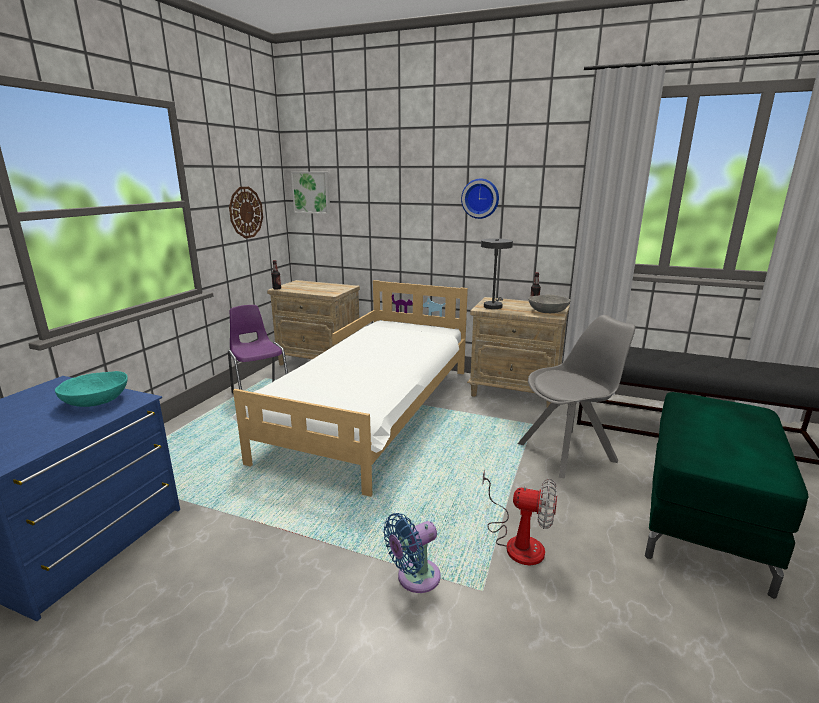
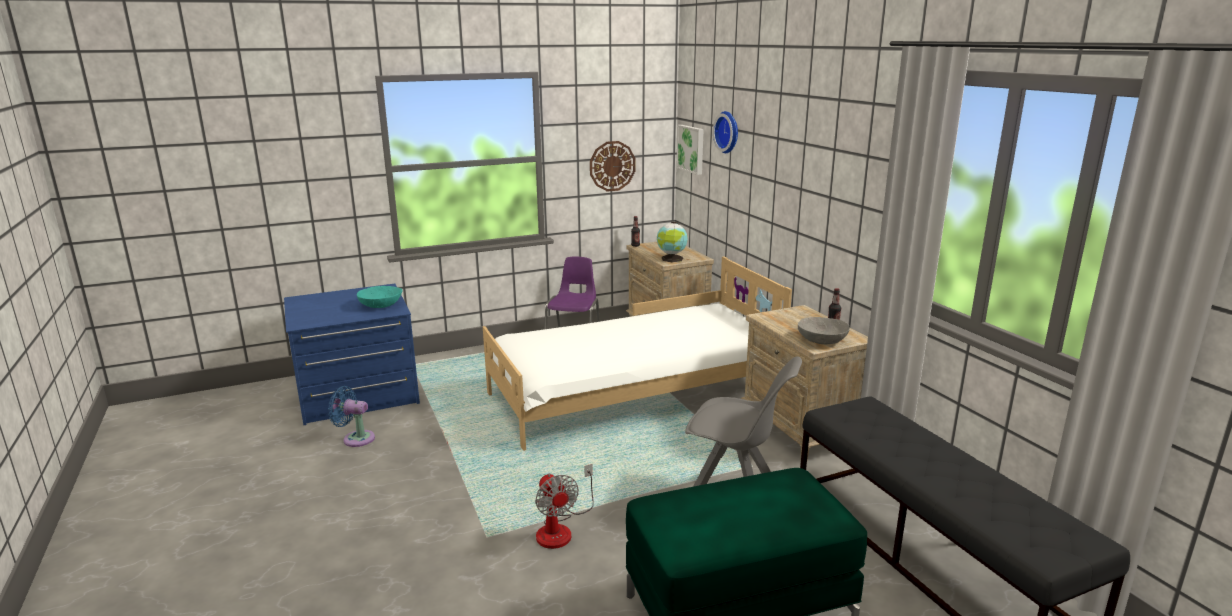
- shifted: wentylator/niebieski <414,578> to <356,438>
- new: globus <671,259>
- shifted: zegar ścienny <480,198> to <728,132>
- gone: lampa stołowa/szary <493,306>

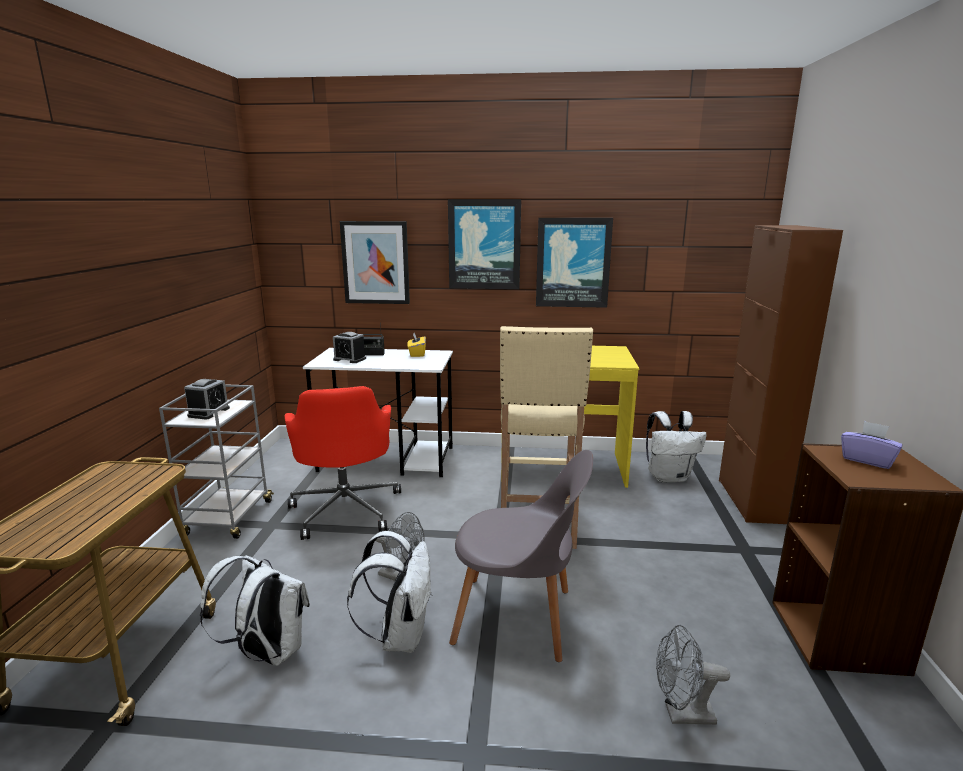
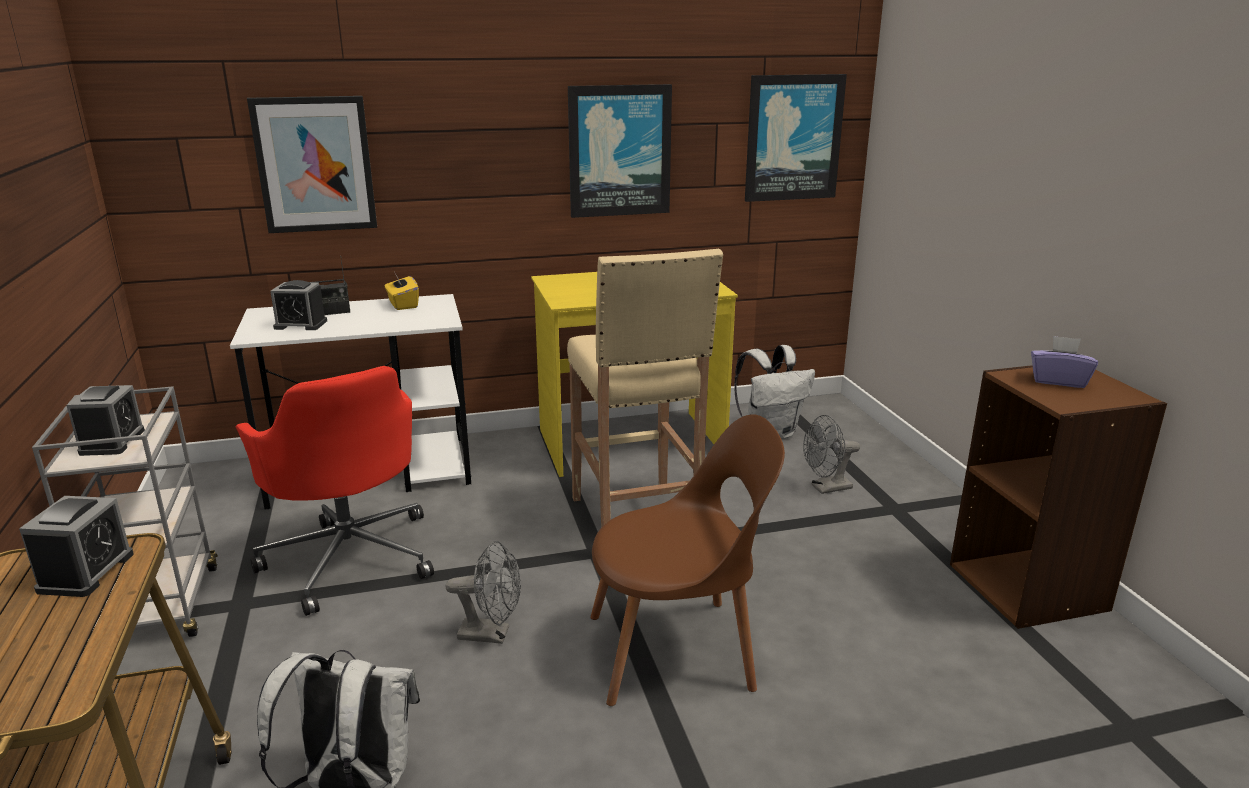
- new: budzik <86,572>
- repainted: krzesło/szary <519,618> to krzesło/brązowy <678,650>
- shifted: obraz <484,244> to <793,138>
- shifted: wentylator/szary <682,714> to <826,488>
- gone: plecak/biały <400,636>
- gone: szafka/brązowy <750,500>

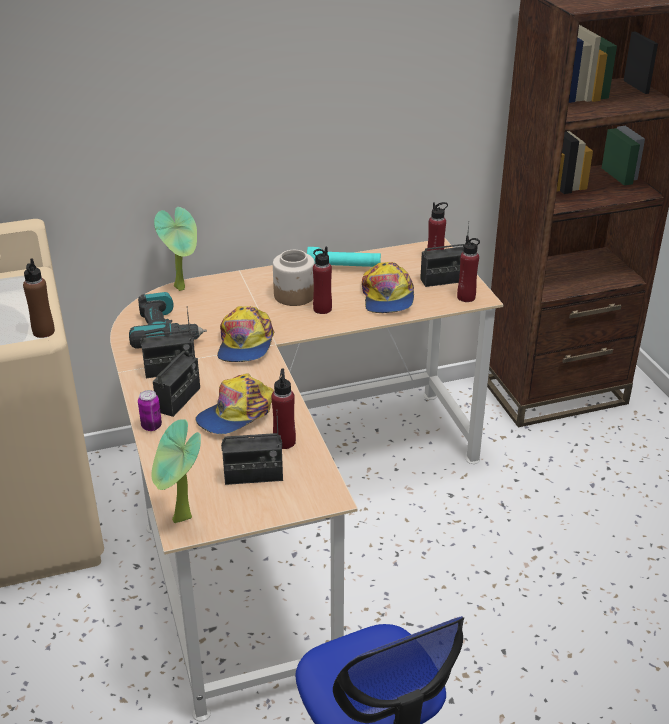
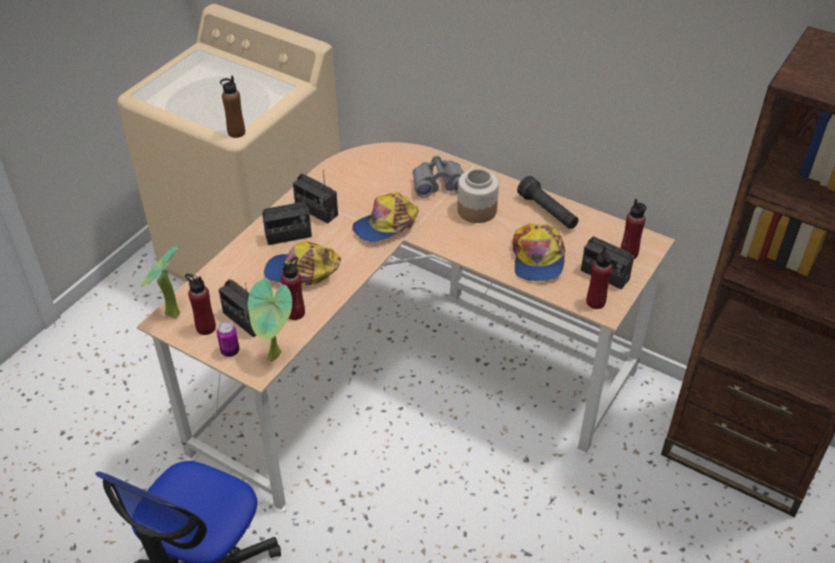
- shifted: butelka/czerwony <322,309> to <206,327>
- shifted: puszka <151,426> to <230,351>
- shifted: roślina doniczkowa <183,287> to <275,358>
- new: lornetka/szary <439,183>
- rotated: czapka z daszkiem <387,297> = <537,258> 45 degrees counterclockwise
- repainted: latarka/turkusowy <343,268> to latarka/czarny <547,212>
- gone: wiertarka <166,331>

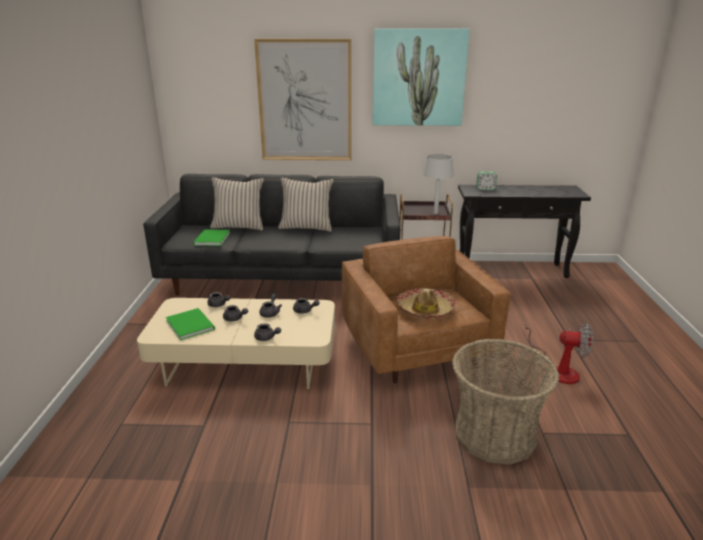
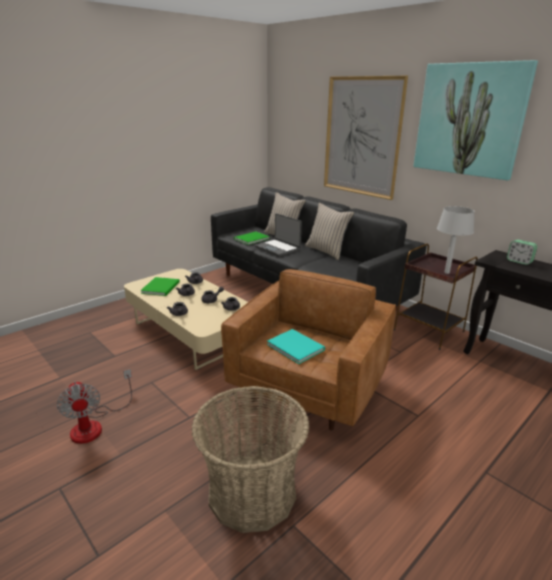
- shifted: wentylator <557,370> to <95,425>
- new: laptop <278,248>
- swapped: kapelusz <425,309> to książka/turkusowy <295,346>

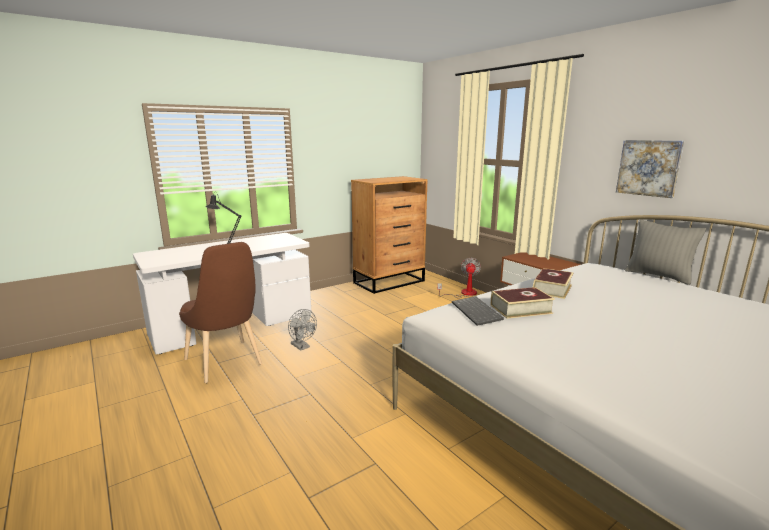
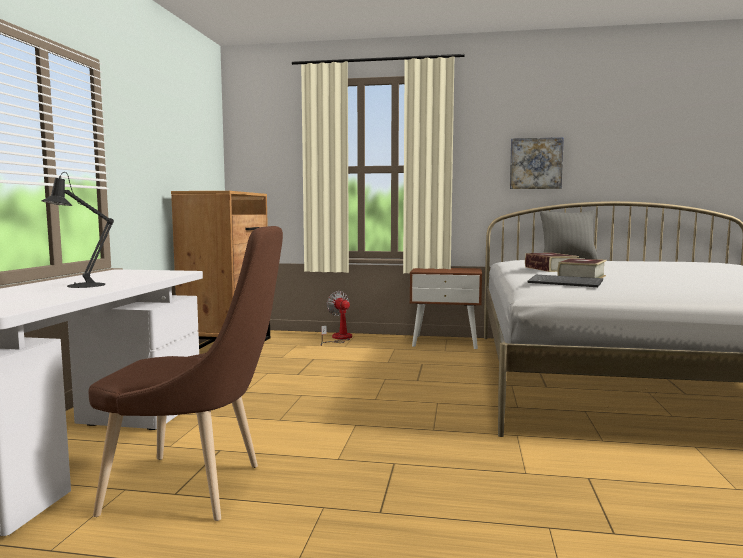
- gone: wentylator/szary <302,347>

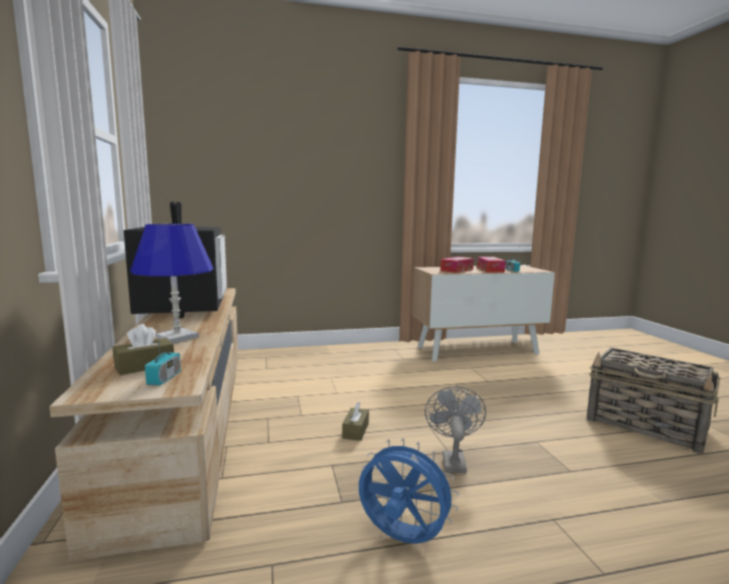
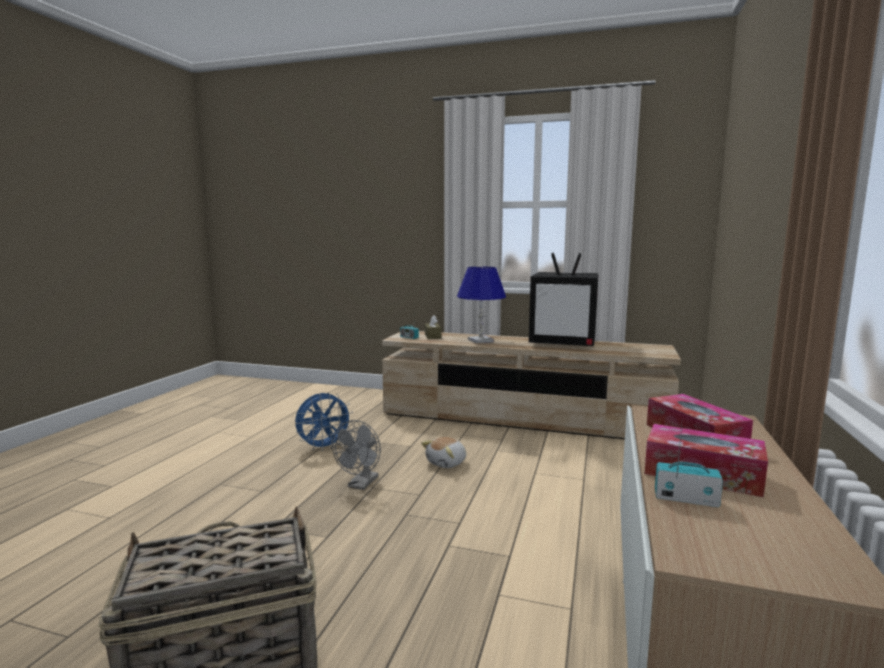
- rotated: wentylator/szary <452,459> = <361,485> 75 degrees clockwise
- swapped: pudełko chusteczek/brązowy <355,430> to pluszak <447,463>

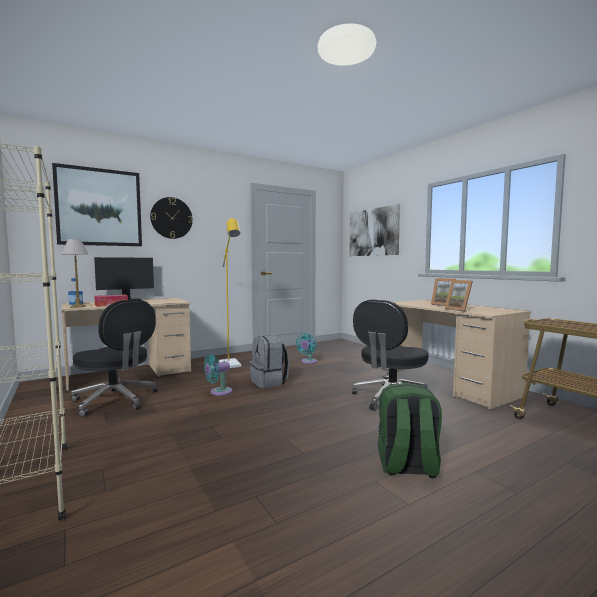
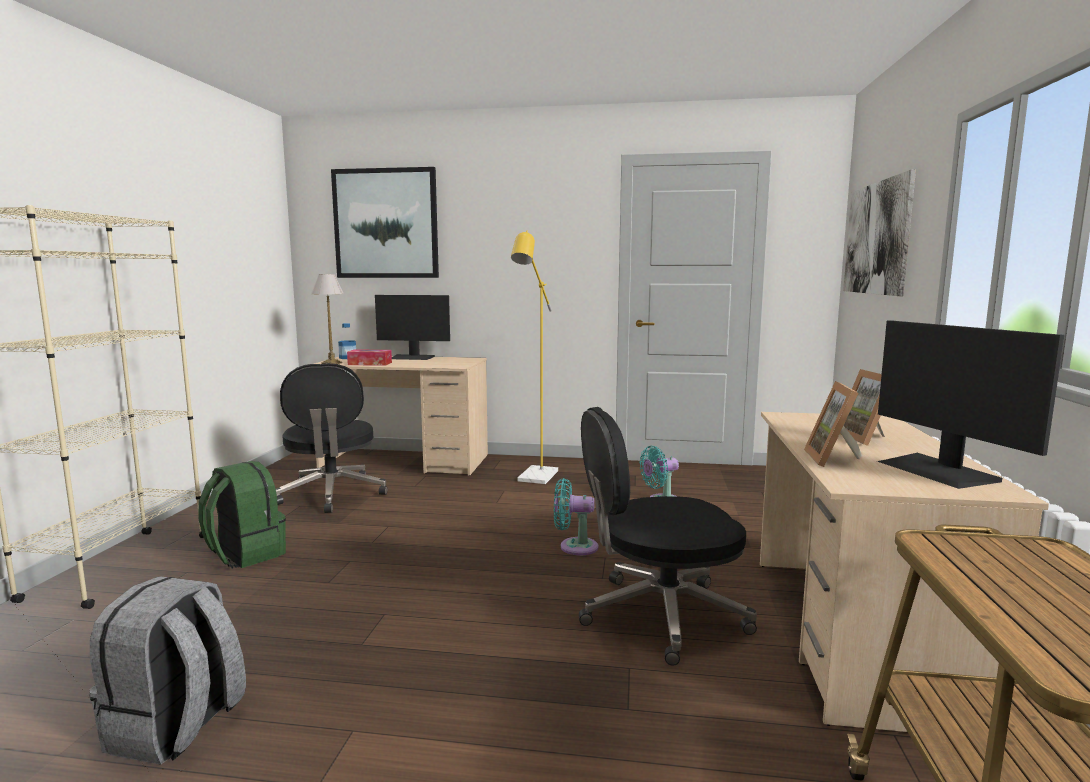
- shifted: plecak/szary <269,382> to <177,728>
- shifted: plecak/zielony <407,466> to <245,554>
- shifted: wentylator/turkusowy <218,392> to <574,547>
- new: monitor <939,471>
- gone: zegar ścienny <171,218>

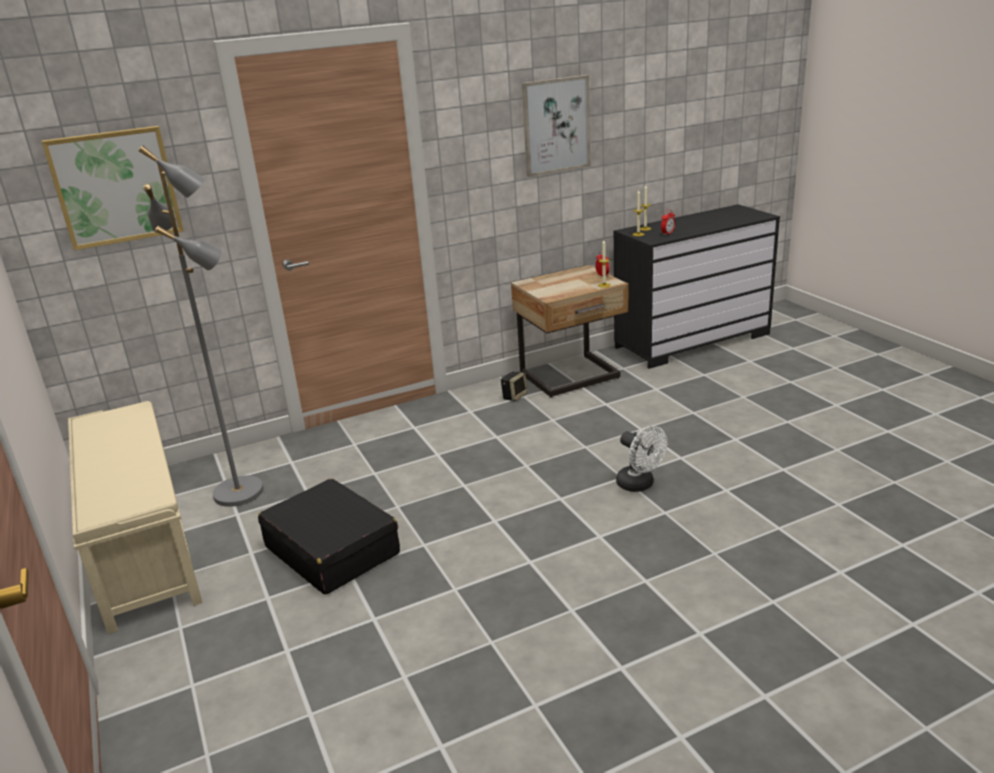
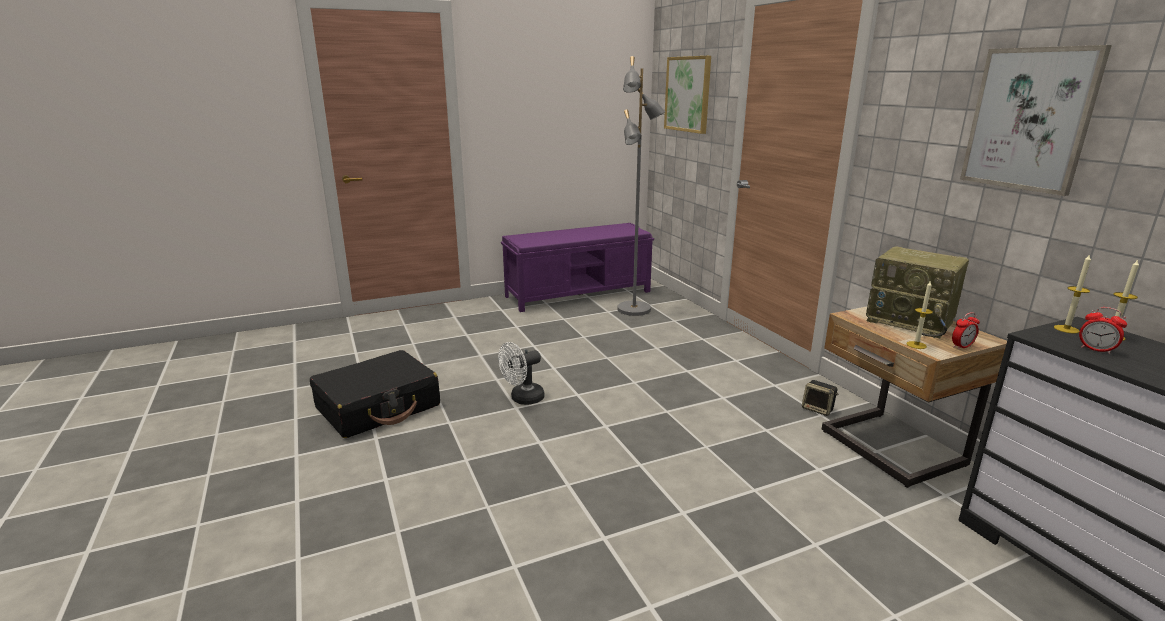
- shifted: walizka/czarny <332,550> to <379,407>
- shifted: wentylator/biały <639,485> to <522,399>
- repainted: ławka/beżowy <143,546> to ławka/fioletowy <579,294>
- new: radio <911,321>

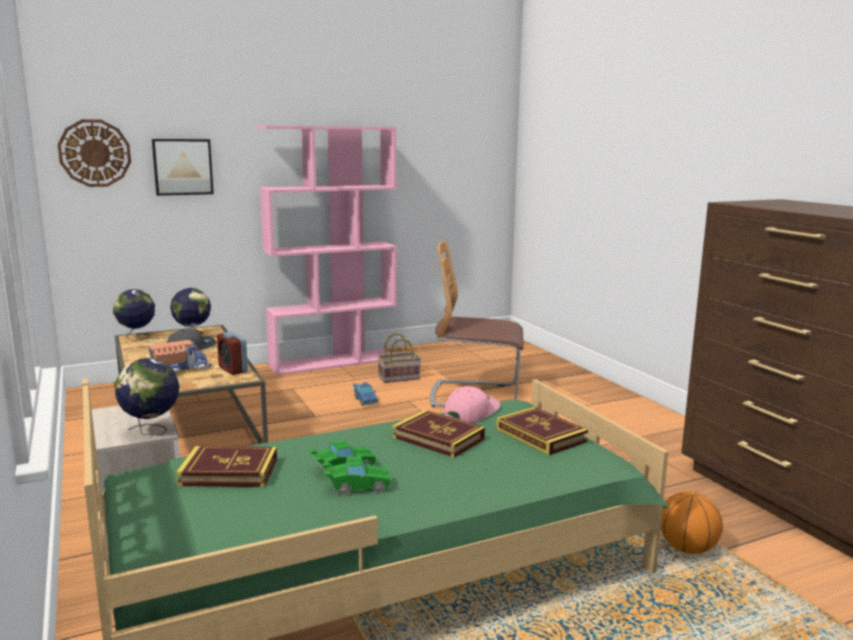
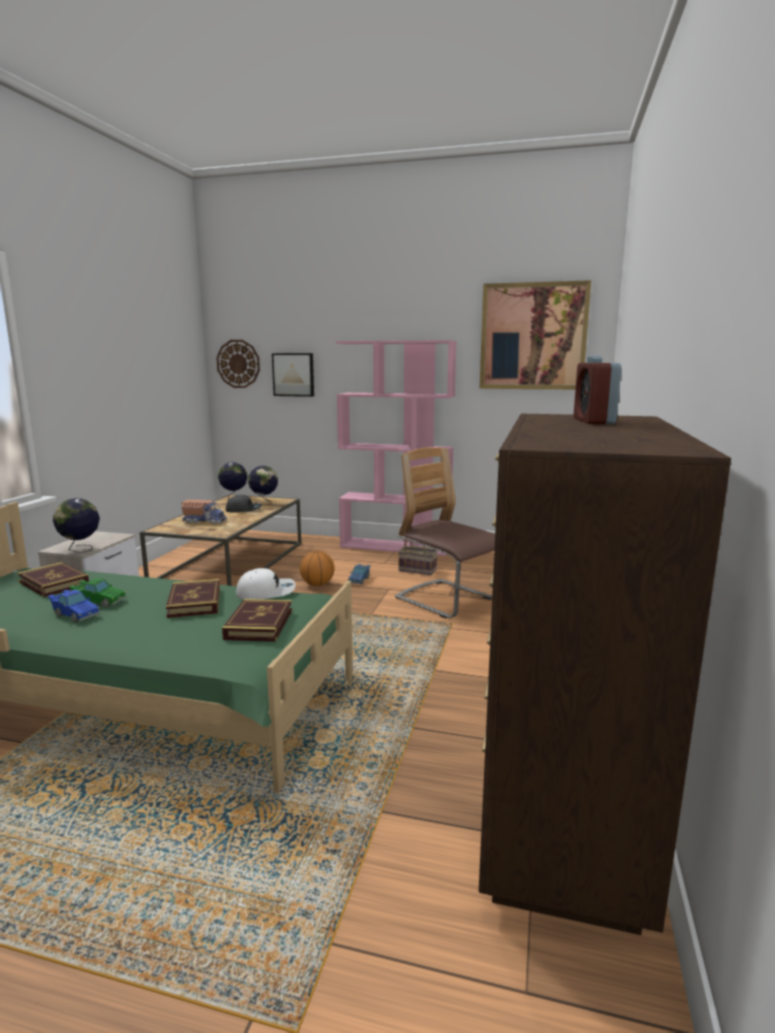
- repainted: samochodzik/zielony <357,487> to samochodzik/niebieski <74,614>
- repainted: czapka z daszkiem/różowy <471,411> to czapka z daszkiem/biały <266,592>
- shifted: piłka do koszykówki <687,548> to <317,584>
- new: obraz <533,336>
- shifted: budzik <233,369> to <593,421>

